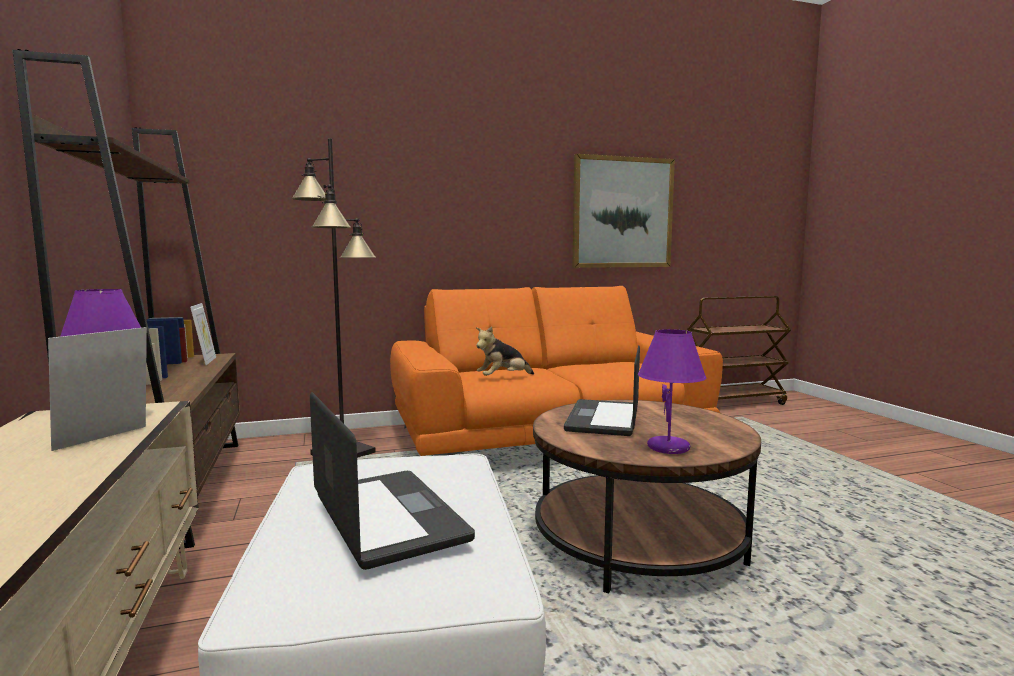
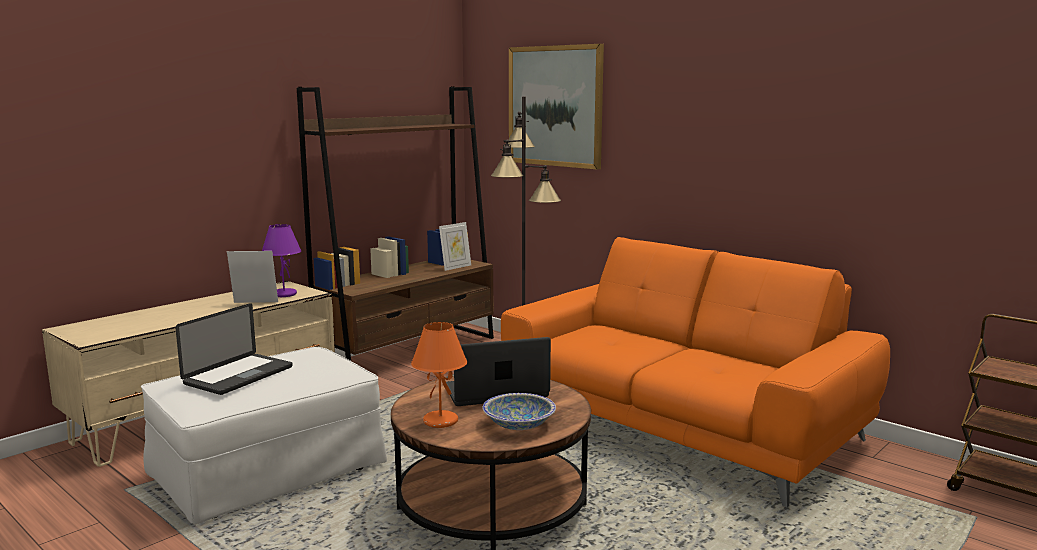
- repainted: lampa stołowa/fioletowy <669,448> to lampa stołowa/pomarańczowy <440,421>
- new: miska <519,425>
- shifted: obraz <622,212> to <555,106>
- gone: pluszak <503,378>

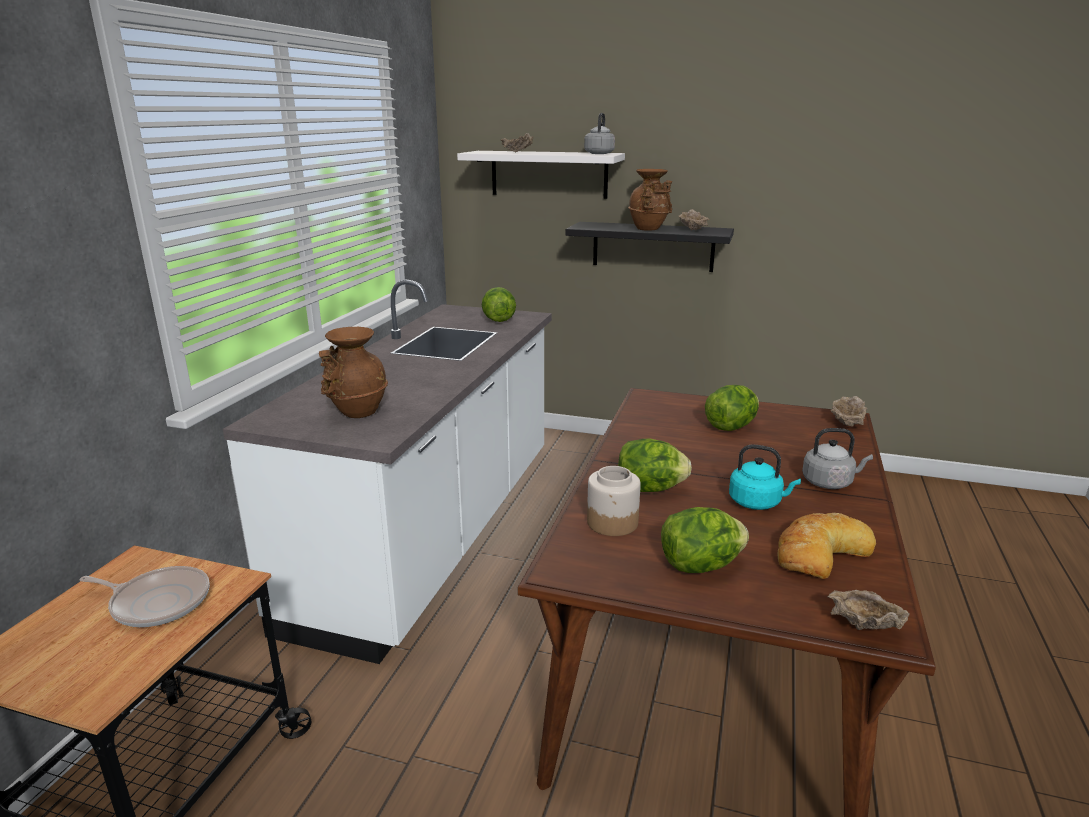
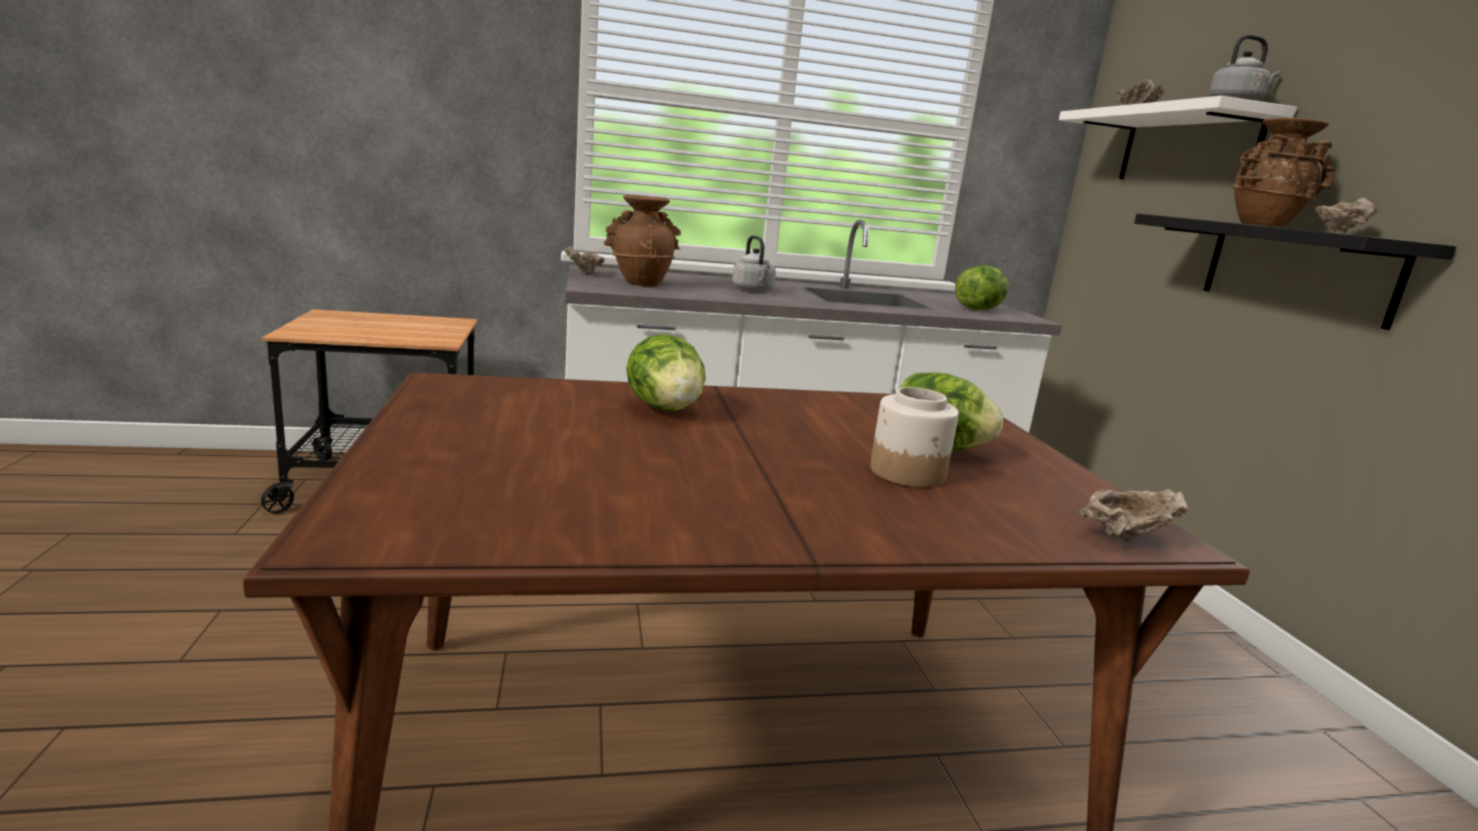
- shifted: miska/beżowy <863,628> to <585,273>
- shifted: czajnik/szary <829,482> to <753,290>
- shifted: słoik <613,522> to <908,473>
- gone: patelnia <157,602>
- gone: sałata <700,566>
- gone: czajnik/turkusowy <757,502>
- gone: chleb <819,552>

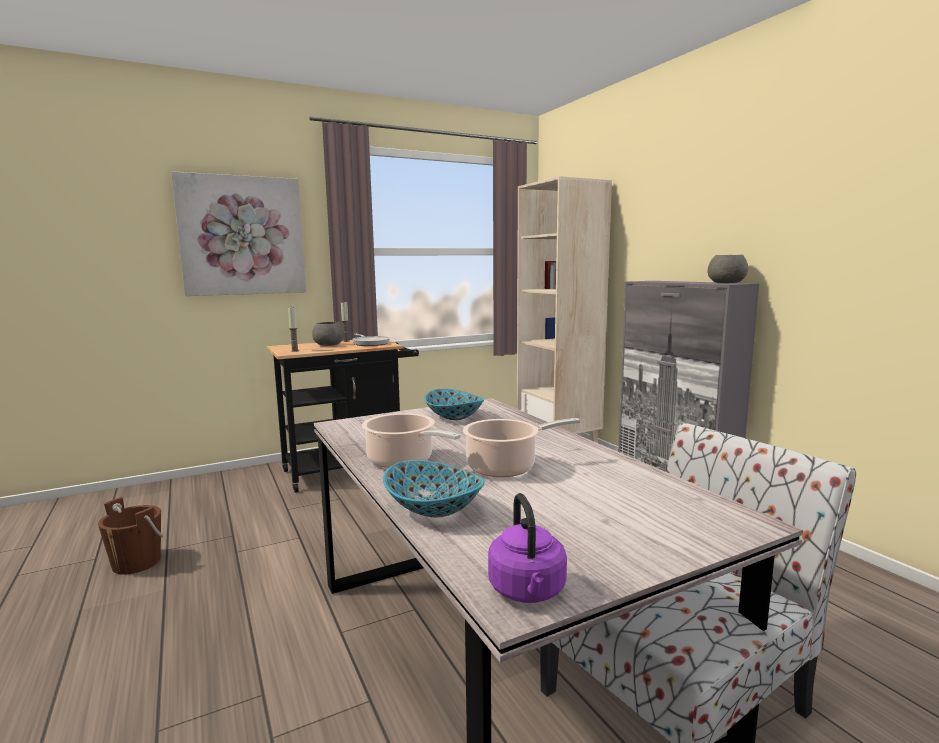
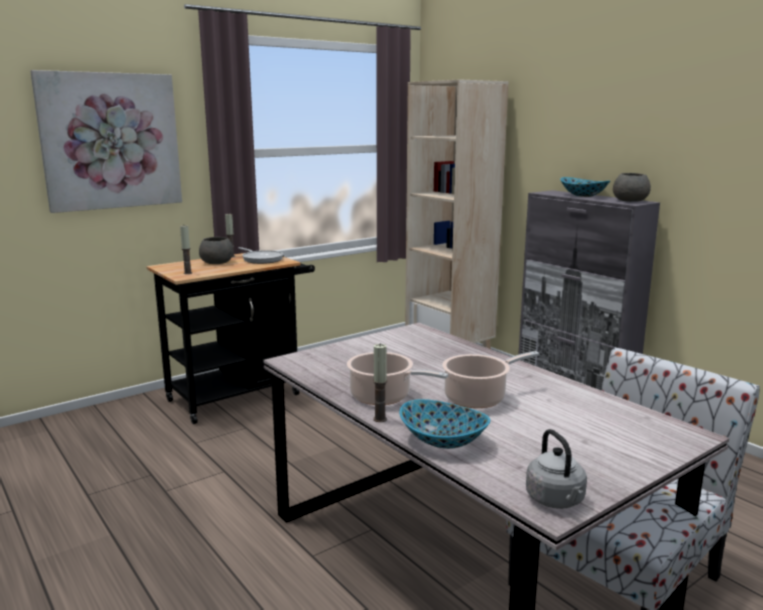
- new: świeca <380,419>
- repainted: czajnik/fioletowy <528,591> to czajnik/szary <556,500>
- shifted: miska <453,417> to <583,195>
- gone: wiadro/brązowy <136,563>

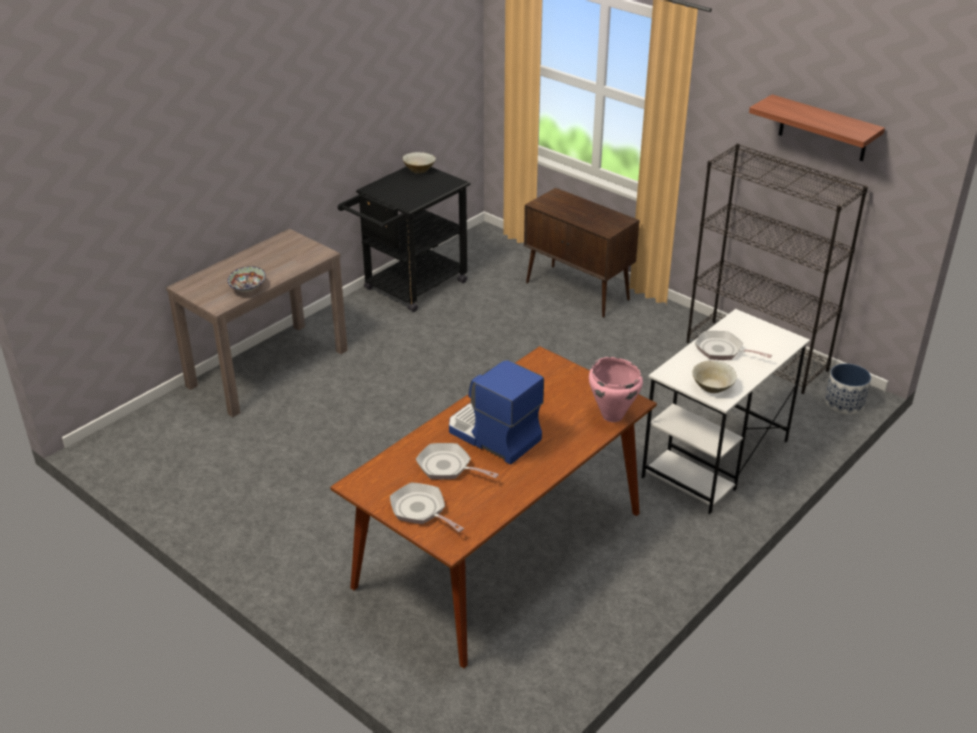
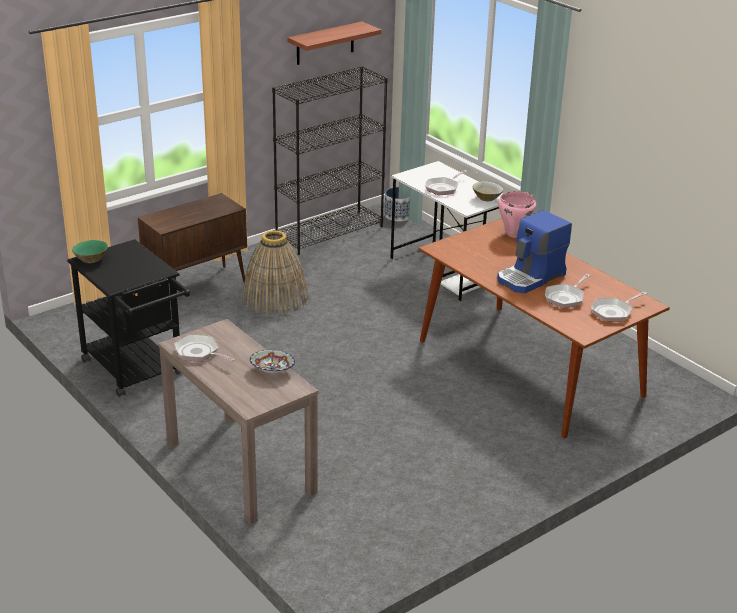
- repainted: miska/beżowy <419,170> to miska/zielony <91,259>
- new: patelnia <199,353>
- new: koszyk <275,298>

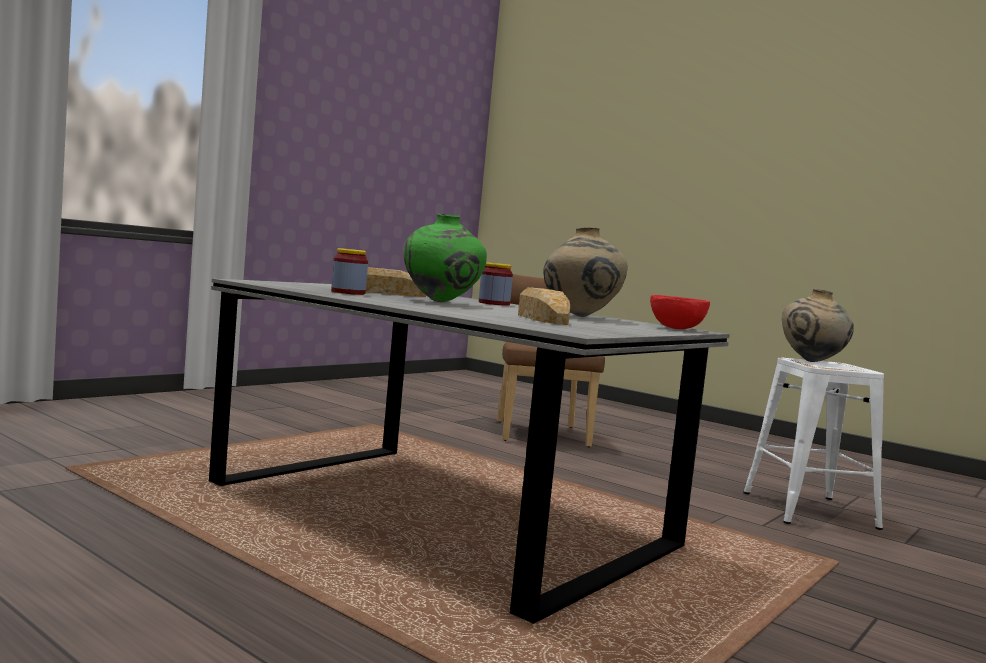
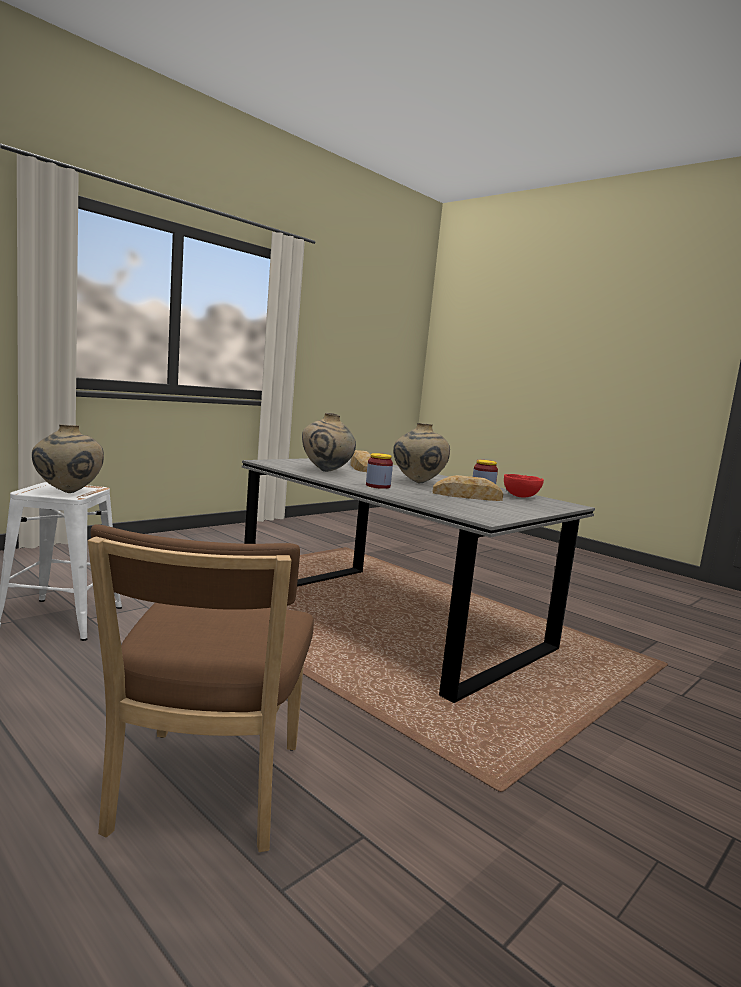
- repainted: wazon/zielony <441,302> to wazon/beżowy <417,483>
- shifted: miska/czerwony <675,328> to <521,497>

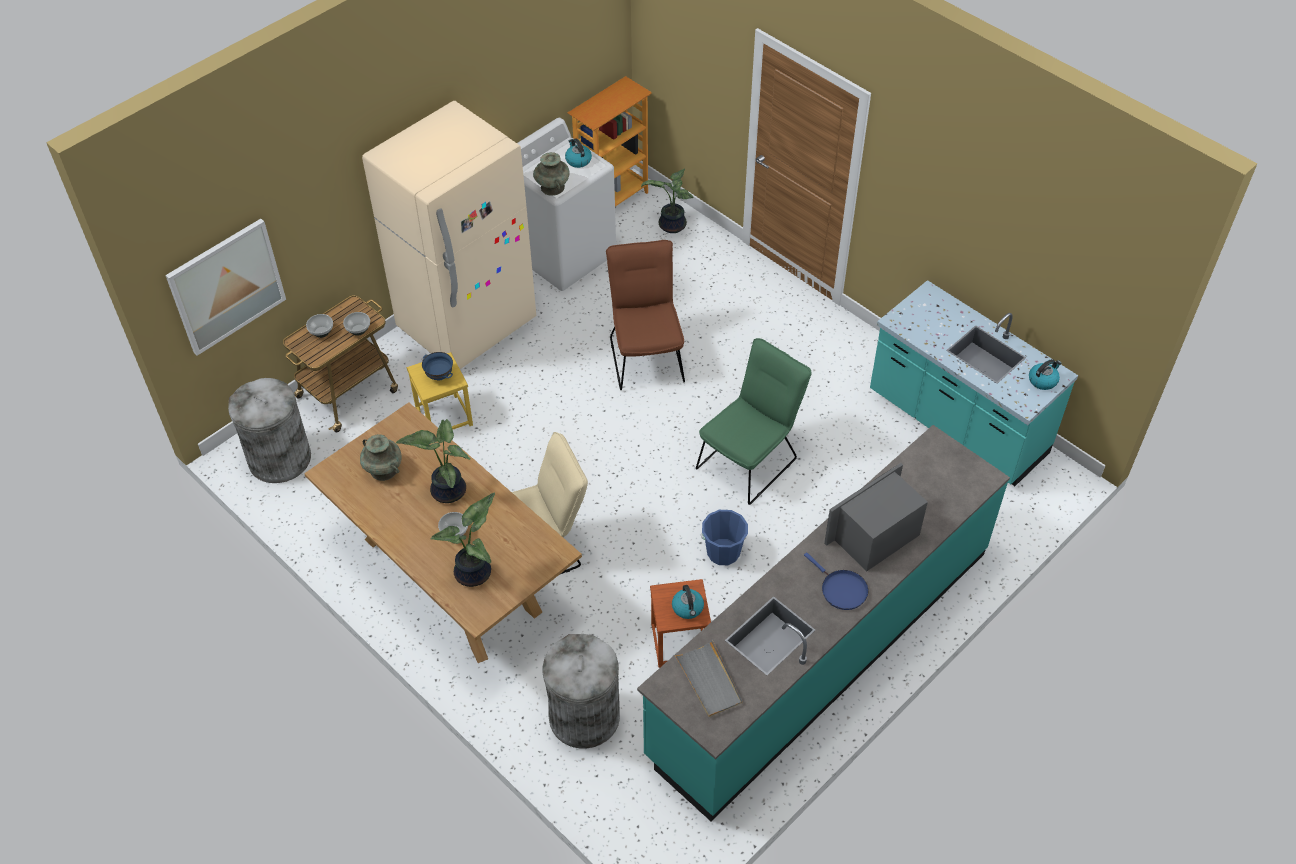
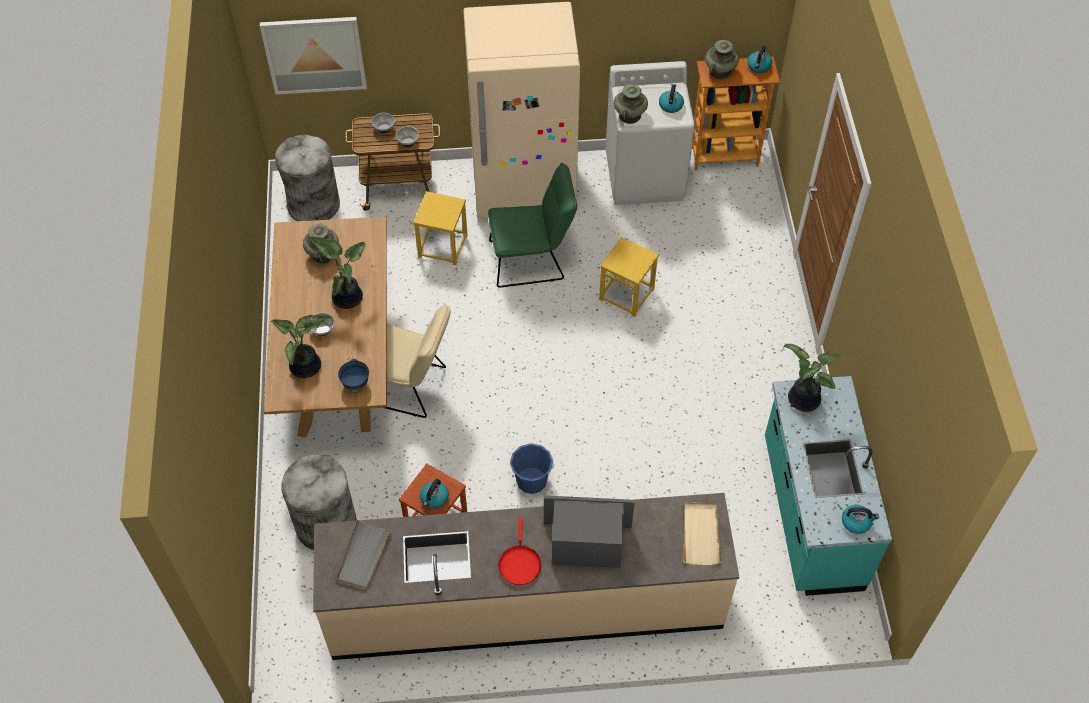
- repainted: zabudowa kuchenna/turkusowy <820,651> to zabudowa kuchenna/beżowy <525,604>
- shifted: miska/niebieski <439,376> to <356,383>
- shifted: krzesło/zielony <751,460> to <532,260>
- repainted: patelnia/niebieski <841,589> to patelnia/czerwony <519,563>
- swapped: krzesło/brązowy <646,355> to stołek/żółty <627,294>
- new: taca/beżowy <700,534>
- new: wazon/turkusowy <719,71>
- new: czajnik <759,66>
- shifted: roślina doniczkowa <671,226> to <801,400>

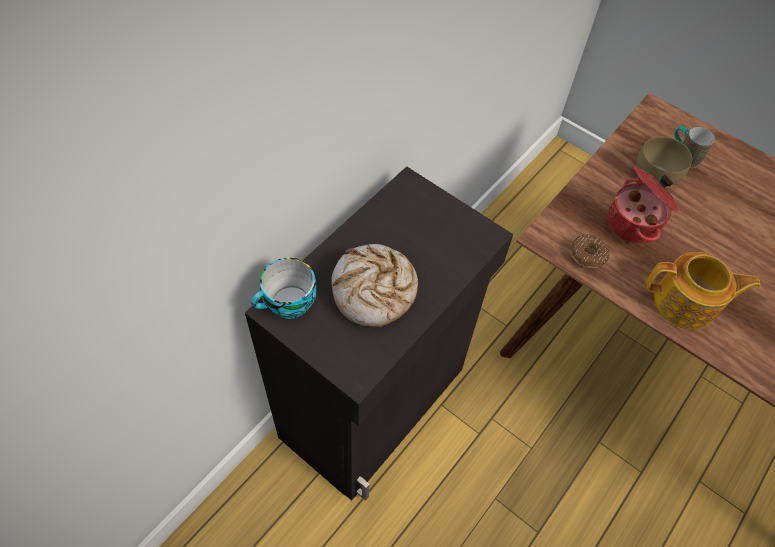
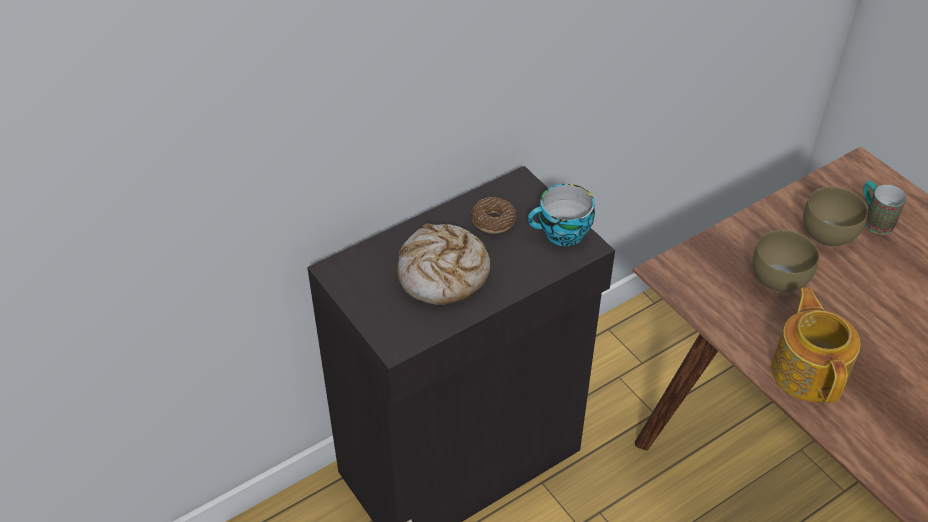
- shifted: donut <587,255> to <493,221>
- shifted: filiżanka <288,305> to <561,234>
- swapped: garnek <634,224> to miska/brązowy <780,278>
- rotated: imbryk <686,304> = <809,371> 120 degrees counterclockwise

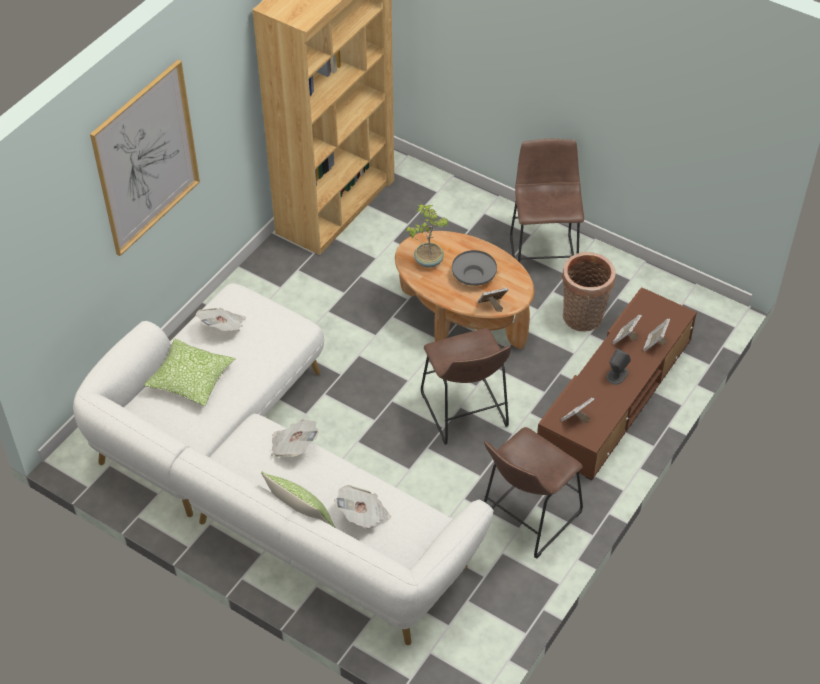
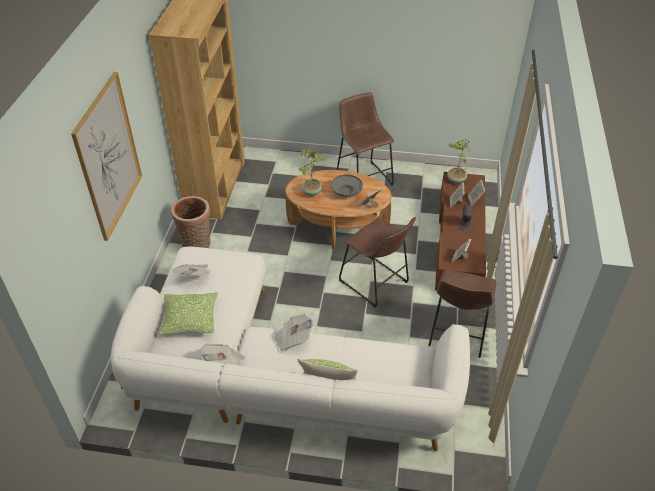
- shifted: koszyk <583,319> to <197,245>
- shifted: gazeta <363,515> to <224,362>
- new: roślina doniczkowa <455,180>

